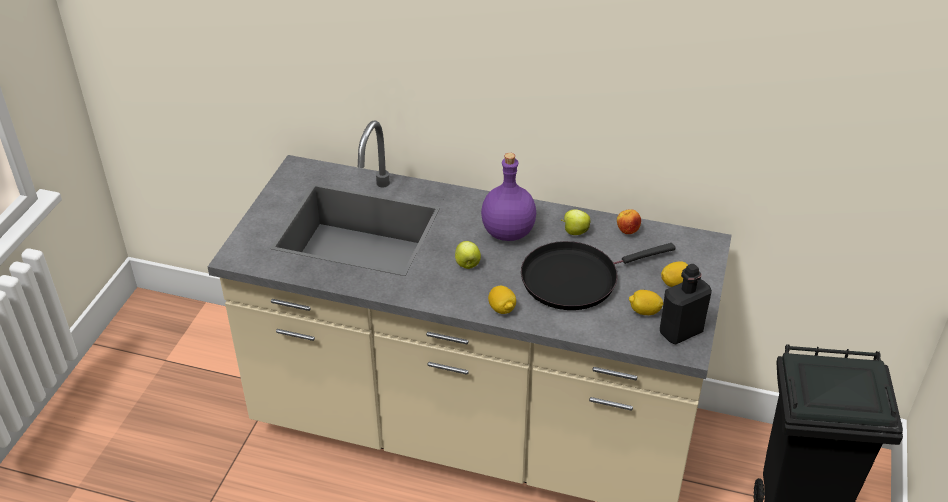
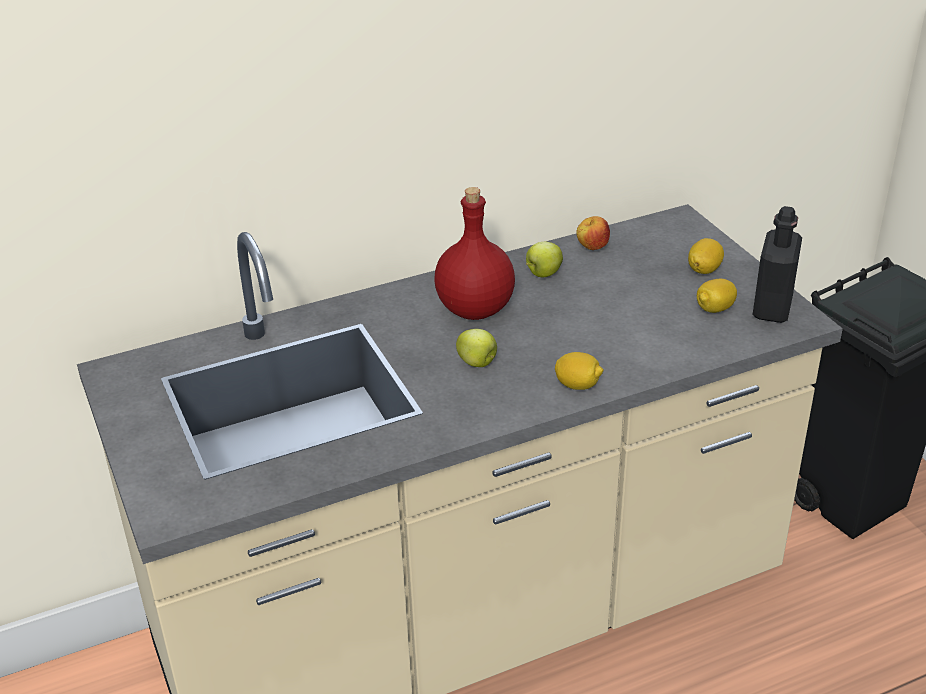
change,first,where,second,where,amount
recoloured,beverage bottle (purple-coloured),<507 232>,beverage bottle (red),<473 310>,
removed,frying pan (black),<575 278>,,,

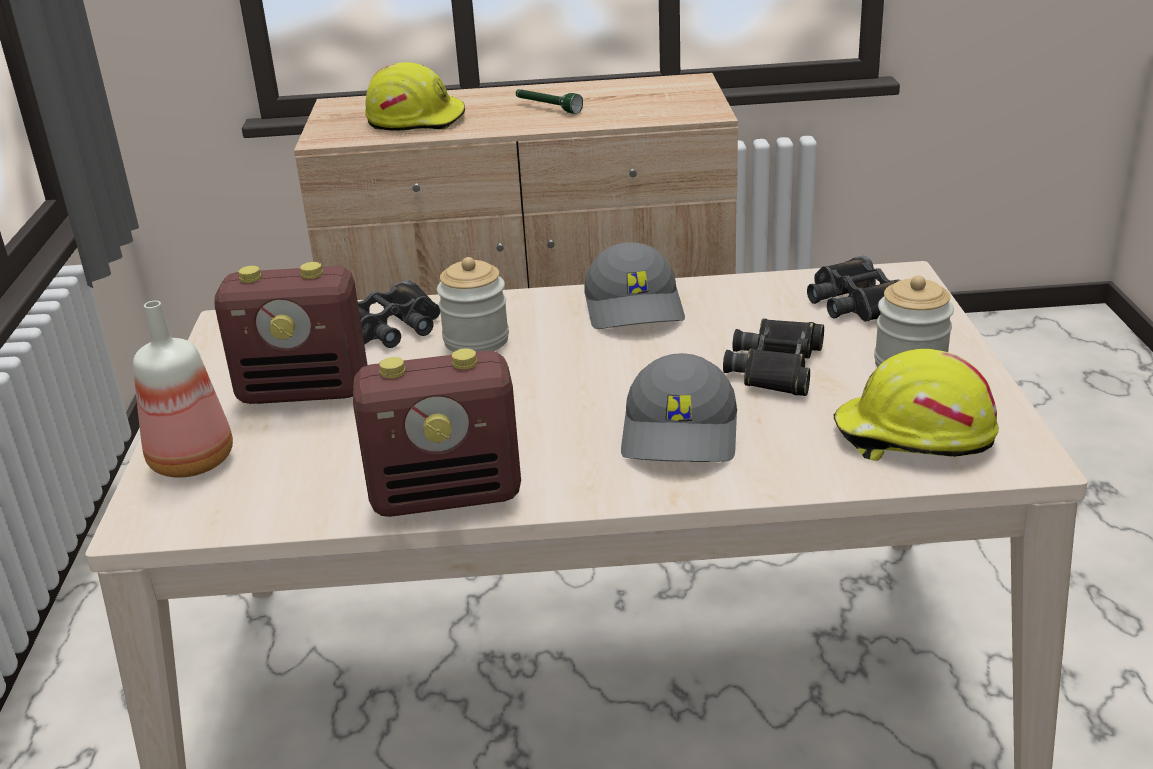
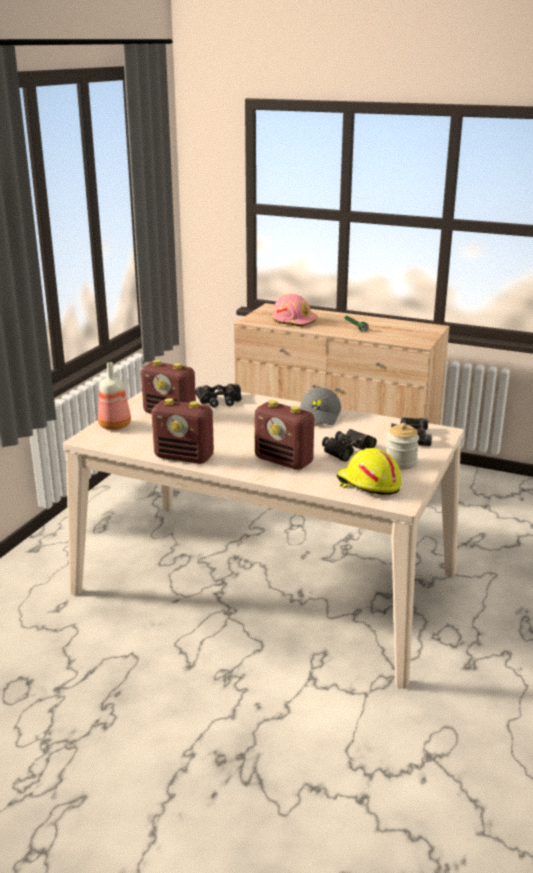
change,first,where,second,where,amount
recoloured,hard hat (yellow),<416 119>,hard hat (pinkish),<295 320>,
removed,storage jar,<476 340>,,,
replaced,baseball cap (grey),<682 434>,radio,<284 461>,

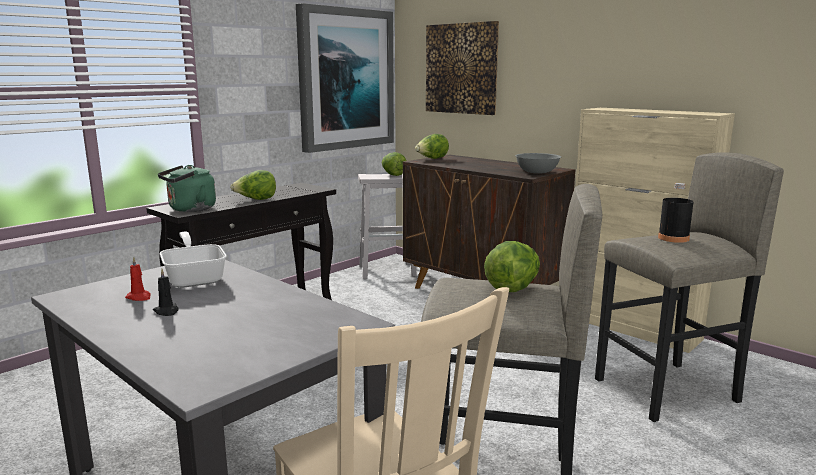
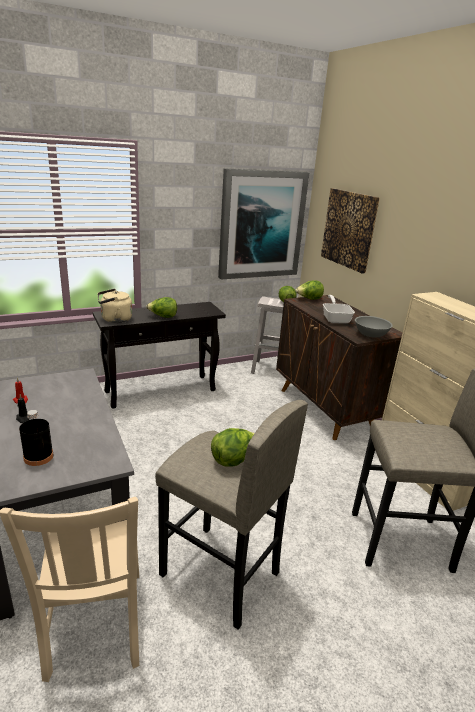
change,first,where,second,where,amount
recoloured,tea kettle (green),<190 209>,tea kettle (beige),<114 319>,
moved,frying pan,<195 277>,,<335 318>,
moved,beverage bottle (black),<673 238>,,<38 457>,

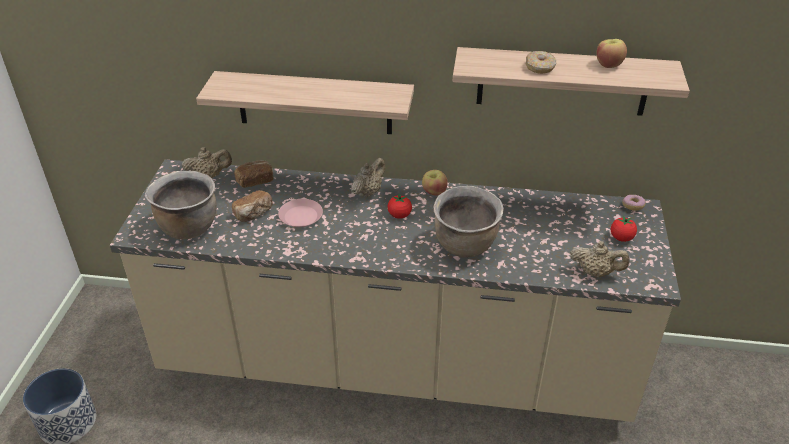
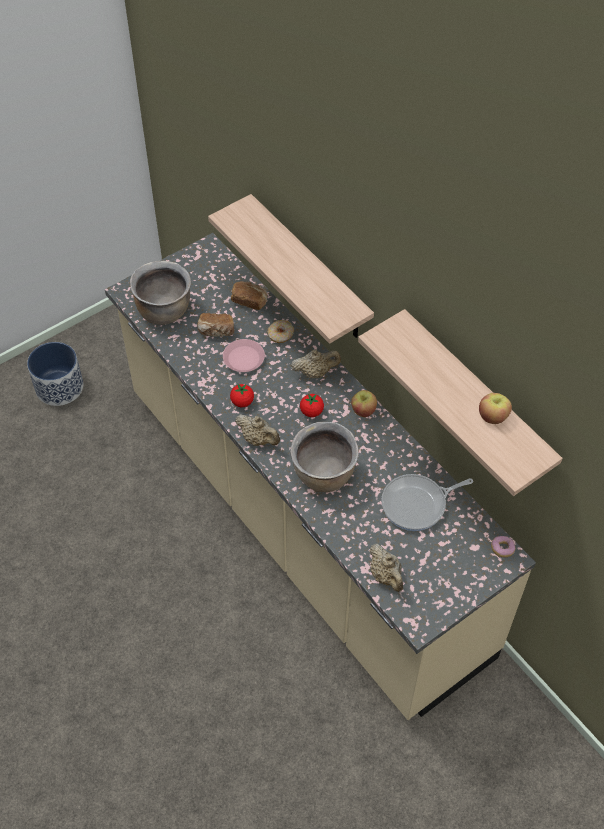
change,first,where,second,where,amount
moved,tea pot (beige),<209 176>,,<258 439>,
moved,ring doughnut,<540 67>,,<280 335>,
moved,tomato,<621 238>,,<242 402>,
added,,,frying pan,<417 504>,

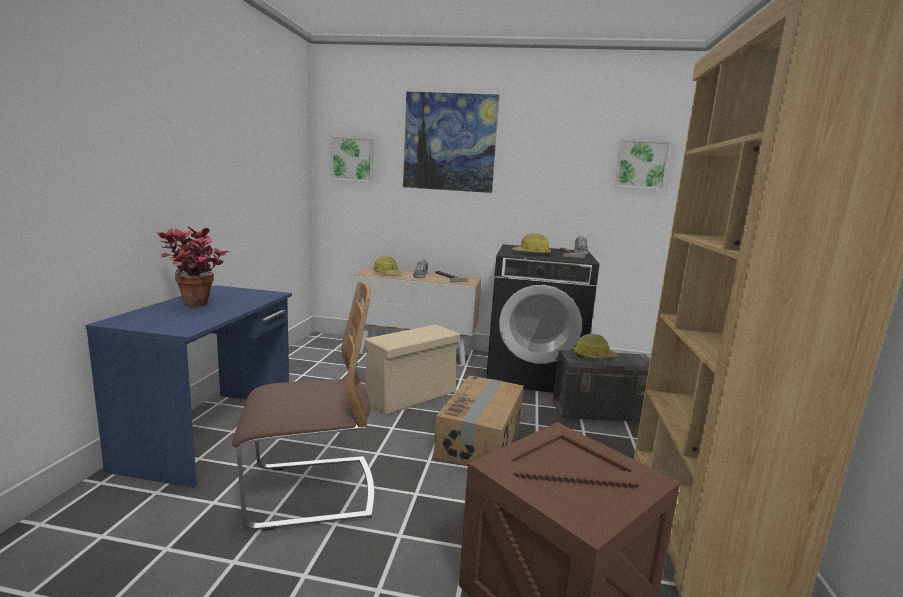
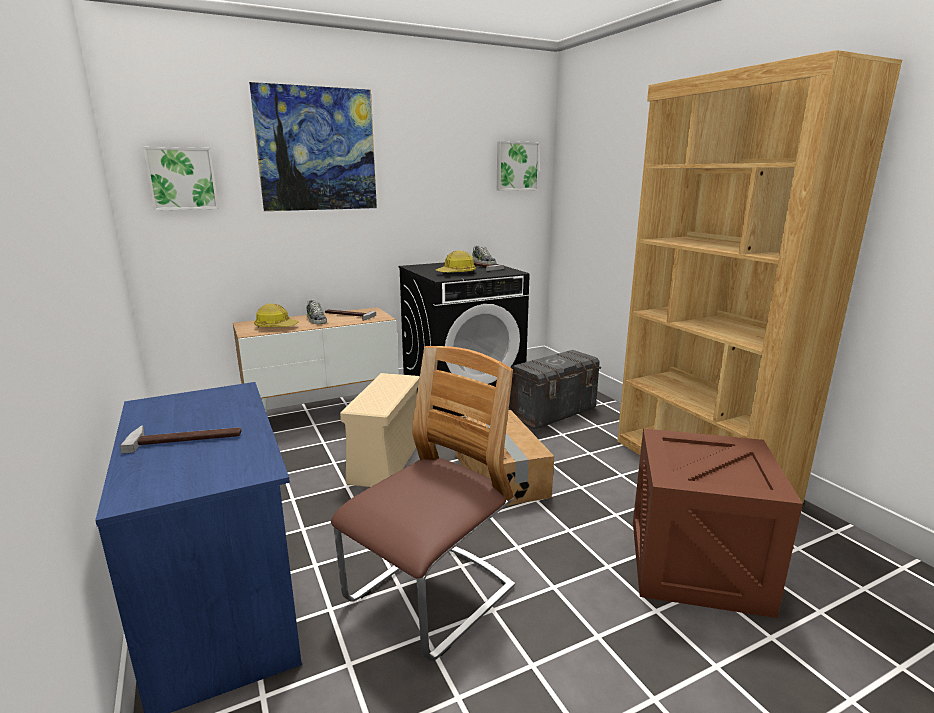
change,first,where,second,where,amount
replaced,houseplant,<196 306>,hand hammer,<187 438>,
removed,hard hat,<593 356>,,,

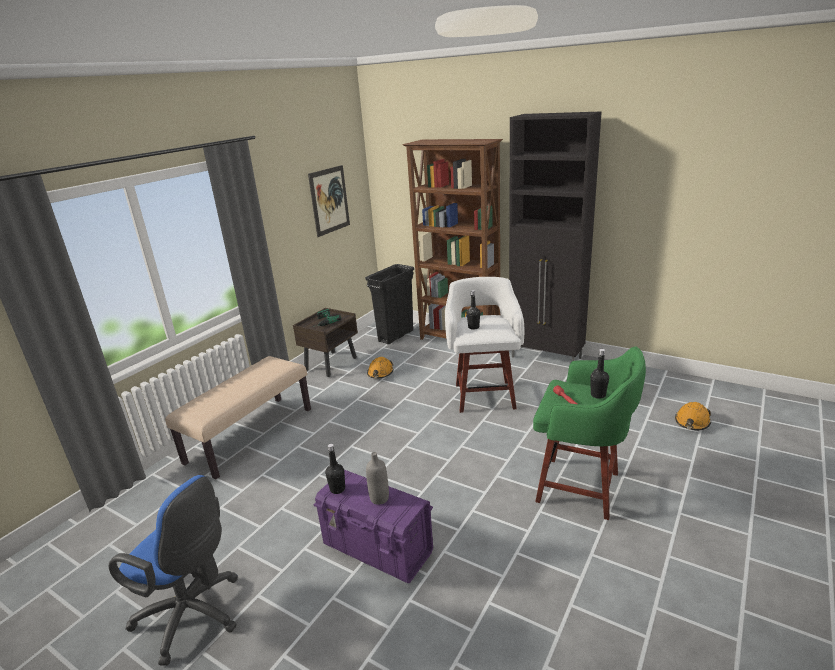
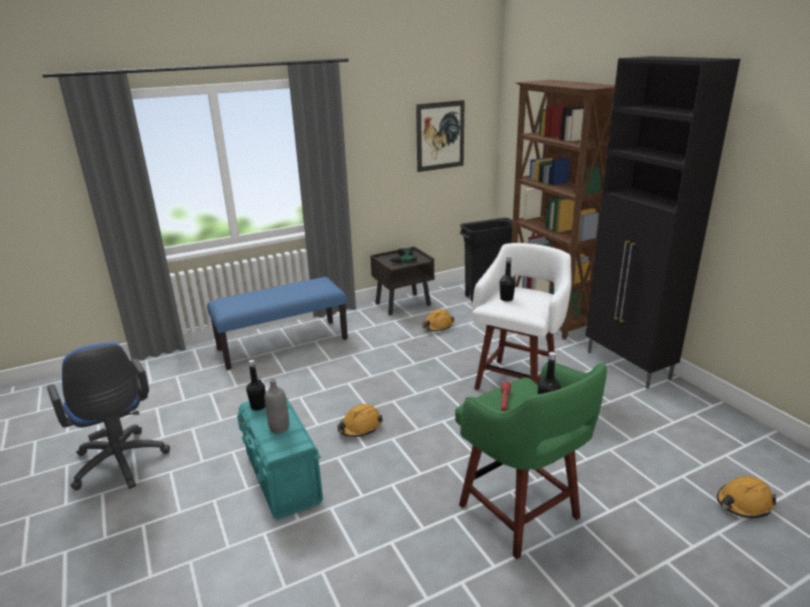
change,first,where,second,where,amount
recoloured,long seat (beige),<250 435>,long seat (bluish),<283 344>,
recoloured,storage box (purple-coloured),<378 548>,storage box (turquoise),<283 479>,
added,,,hard hat (orangey),<360 427>,

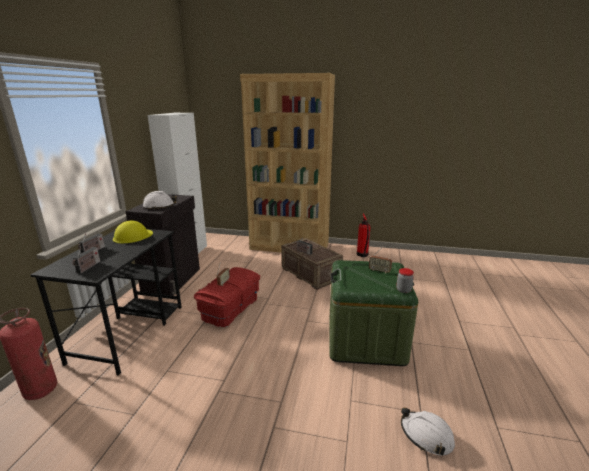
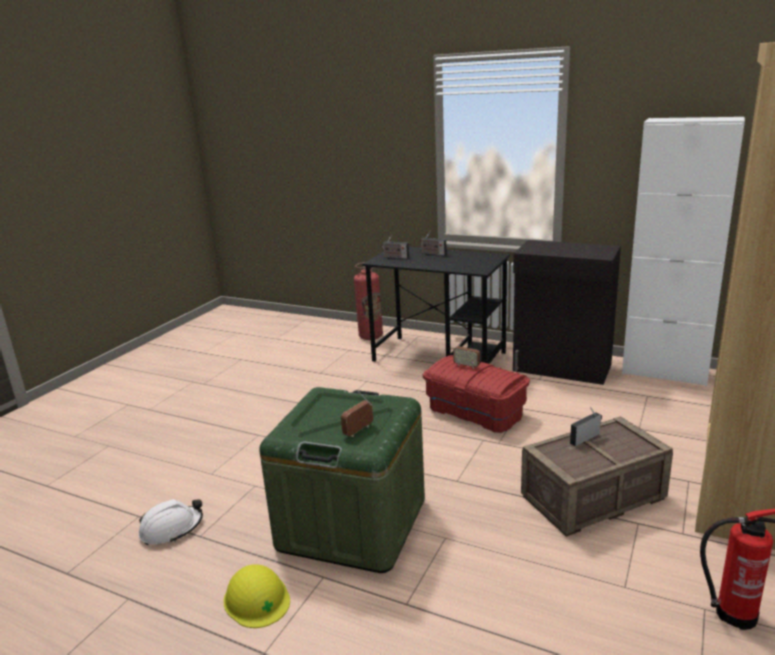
change,first,where,second,where,amount
moved,hard hat (yellow),<133 236>,,<257 599>,
removed,hard hat (white),<160 206>,,,
removed,storage jar,<403 290>,,,

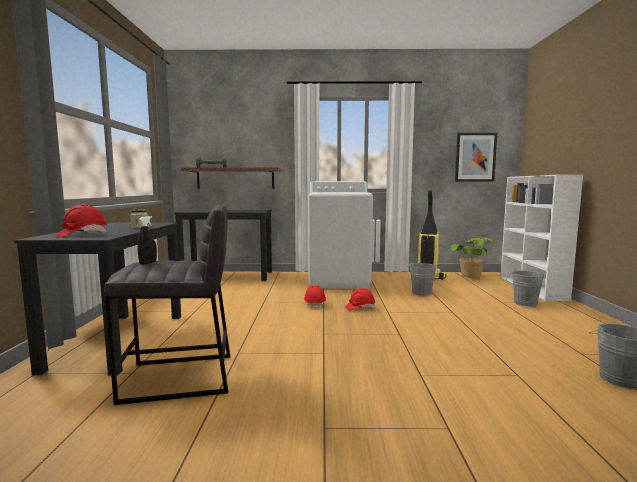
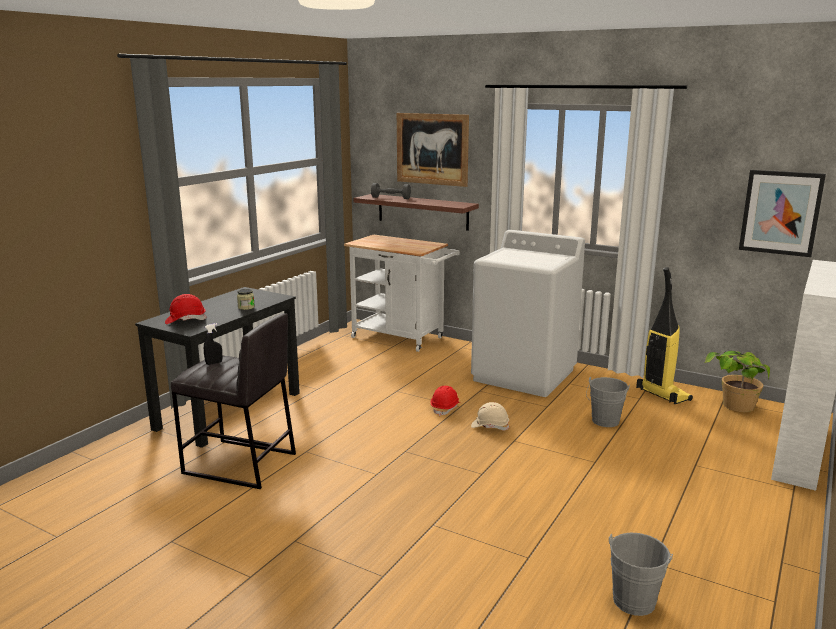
change,first,where,second,where,amount
replaced,desk table (black),<228 276>,wheeled cart (white),<402 338>,
recoloured,hard hat (red),<360 308>,hard hat (beige),<490 426>,
removed,bucket (grey),<523 303>,,,
added,,,wall art,<432 149>,

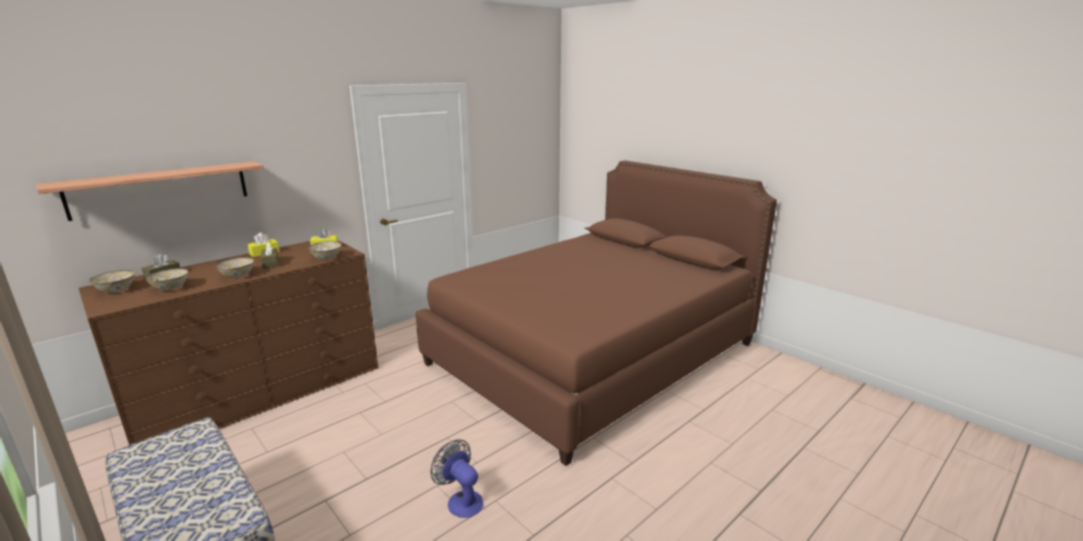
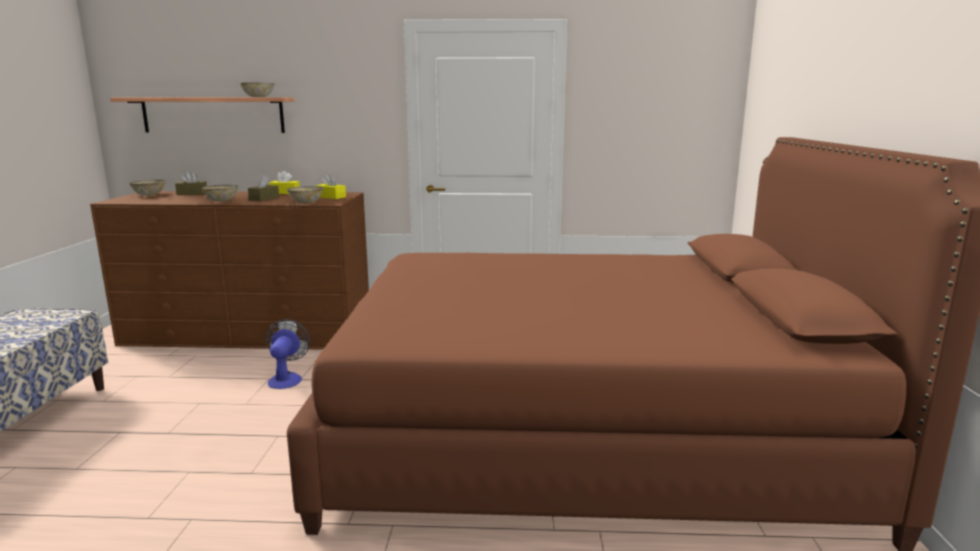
change,first,where,second,where,amount
moved,deep dish,<170 288>,,<258 97>,
moved,electric fan,<461 500>,,<286 378>,

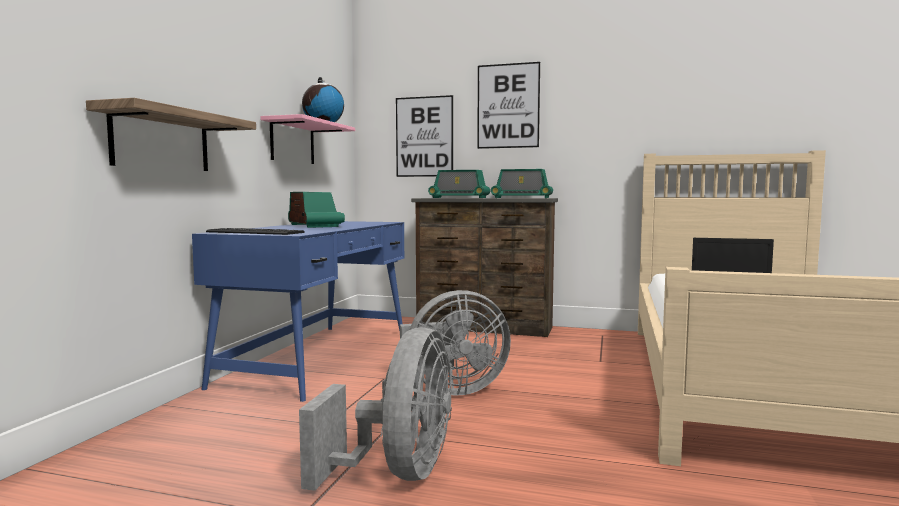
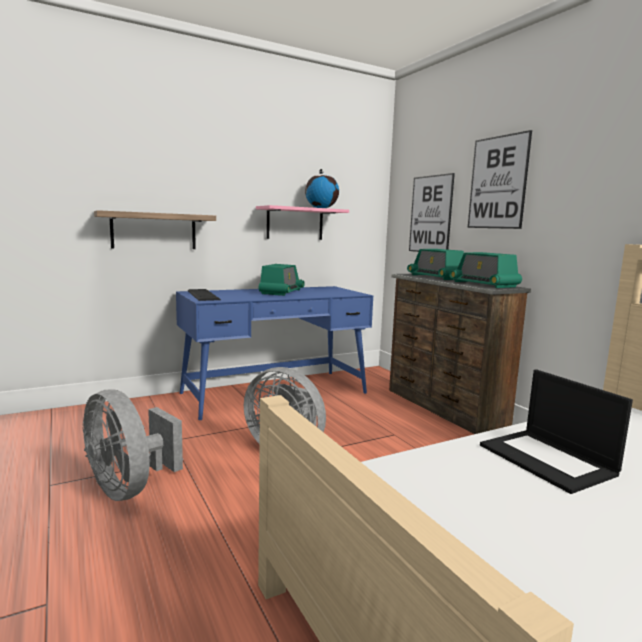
change,first,where,second,where,amount
turned,electric fan (grey),<399 472>,,<129 487>,75 degrees clockwise

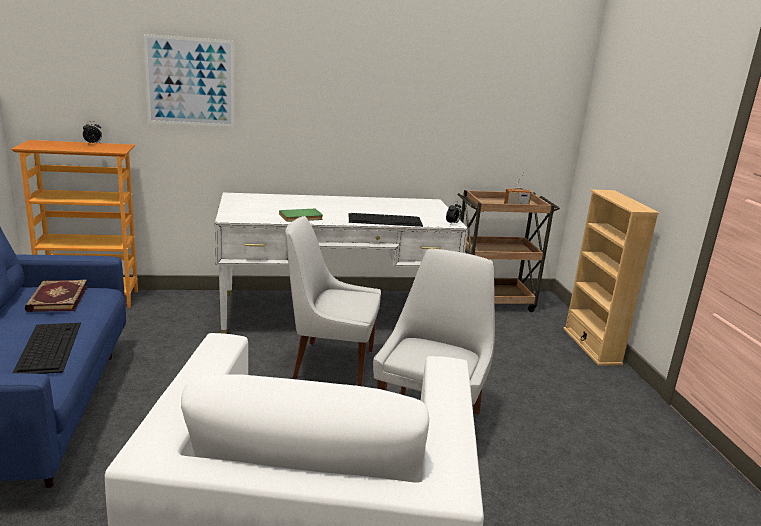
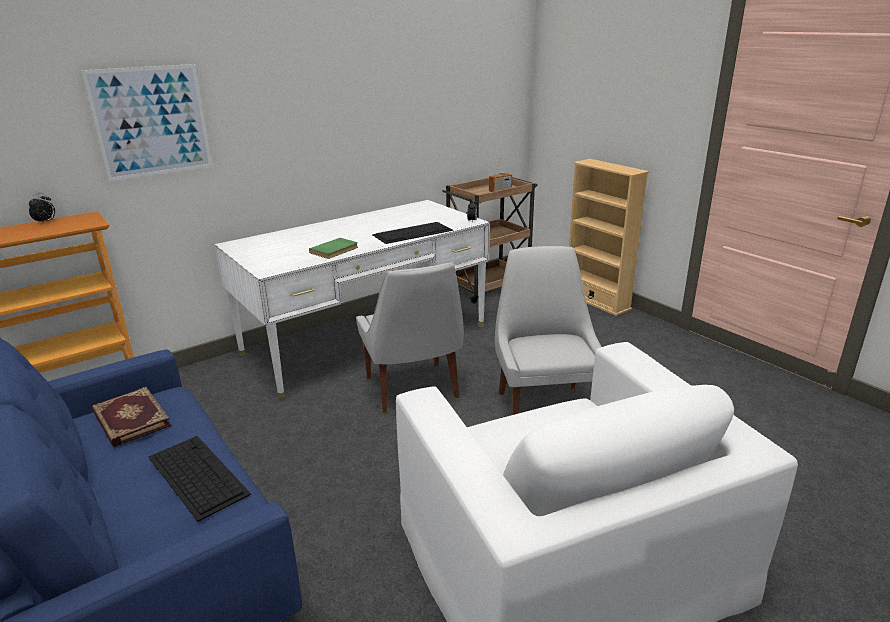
change,first,where,second,where,amount
turned,chair (white),<330 363>,,<413 389>,90 degrees counterclockwise

